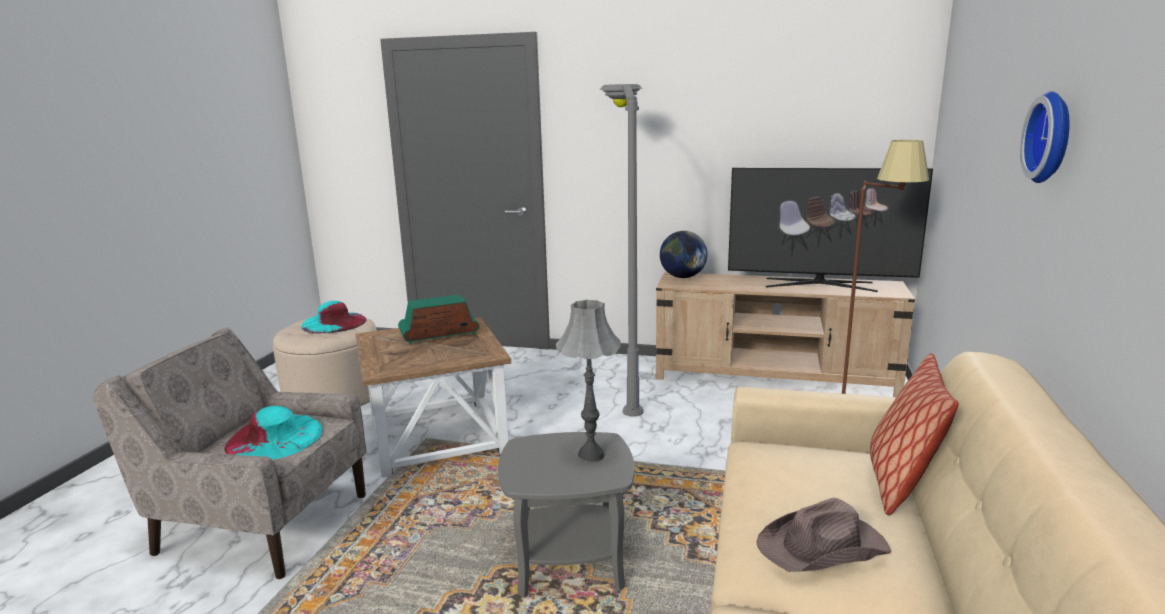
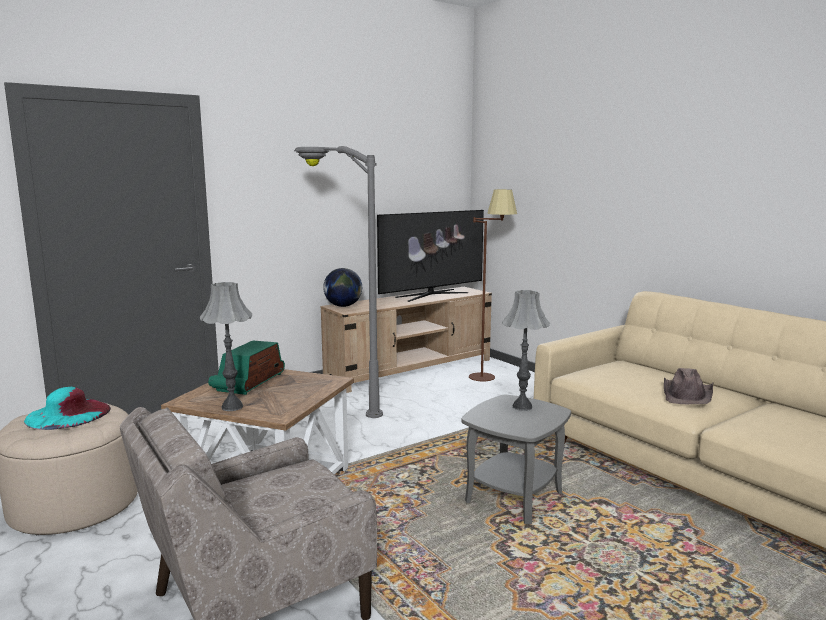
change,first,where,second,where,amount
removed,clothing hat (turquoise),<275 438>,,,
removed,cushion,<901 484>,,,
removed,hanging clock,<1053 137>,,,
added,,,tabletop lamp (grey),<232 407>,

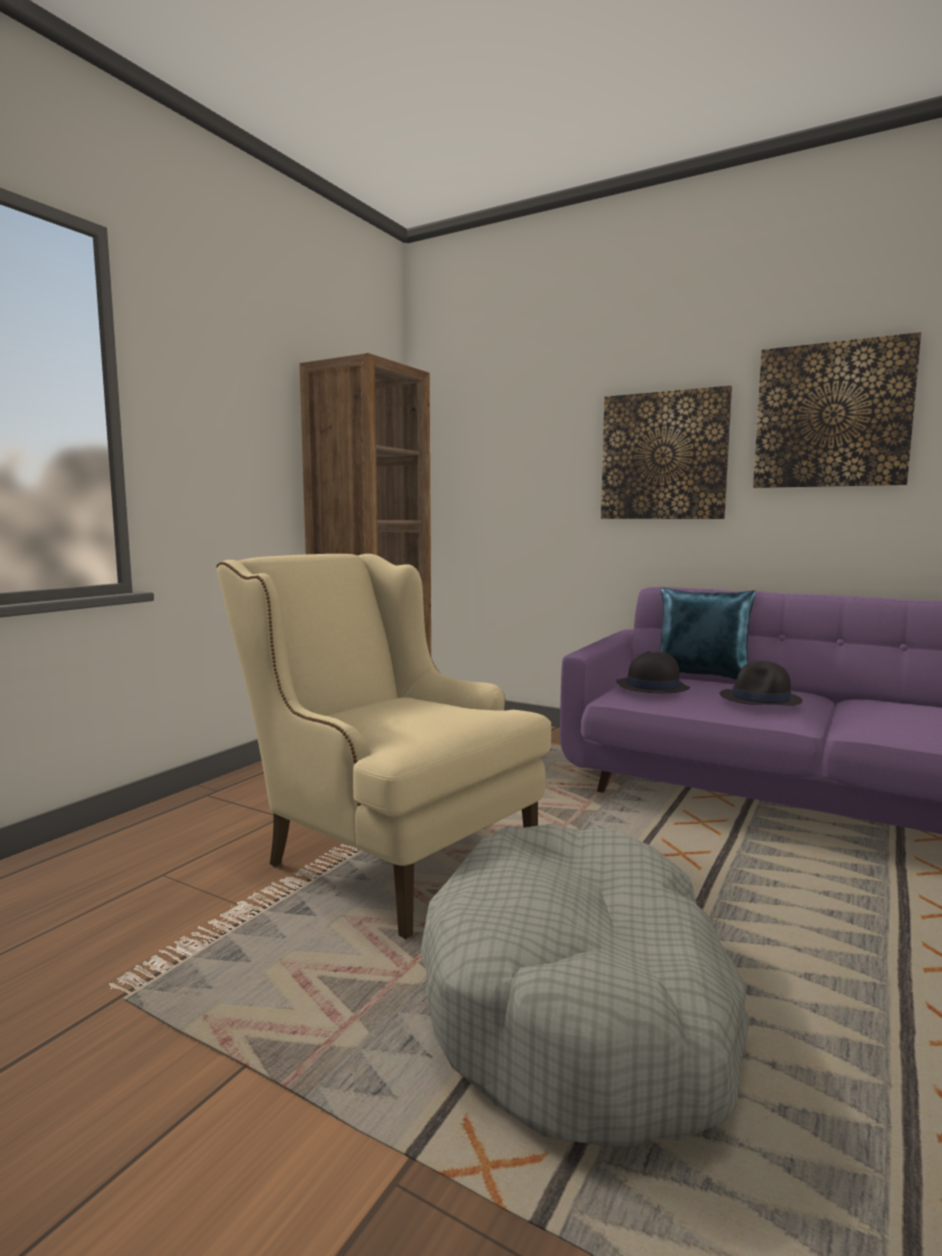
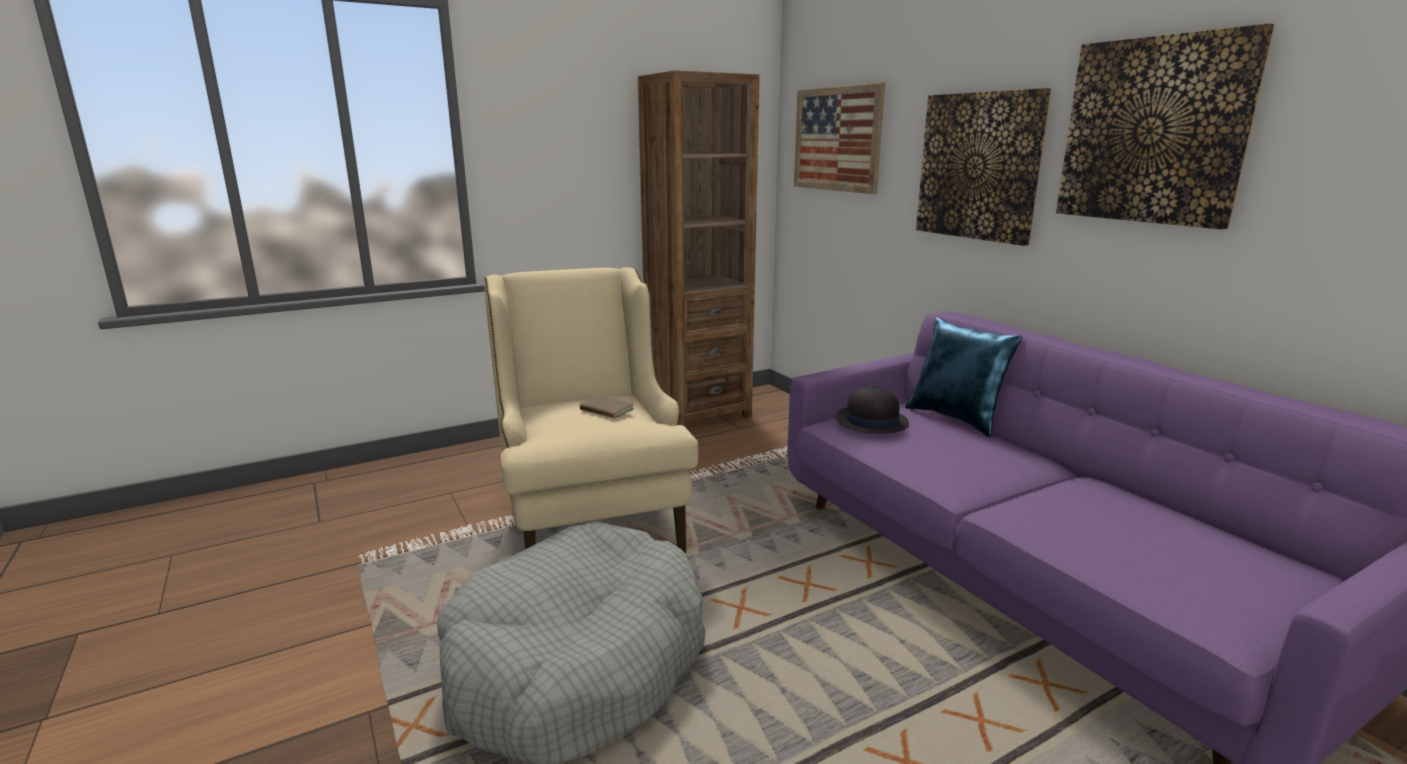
change,first,where,second,where,amount
removed,clothing hat (black),<760 699>,,,
added,,,volume (brown-coloured),<605 410>,
added,,,wall art,<837 139>,

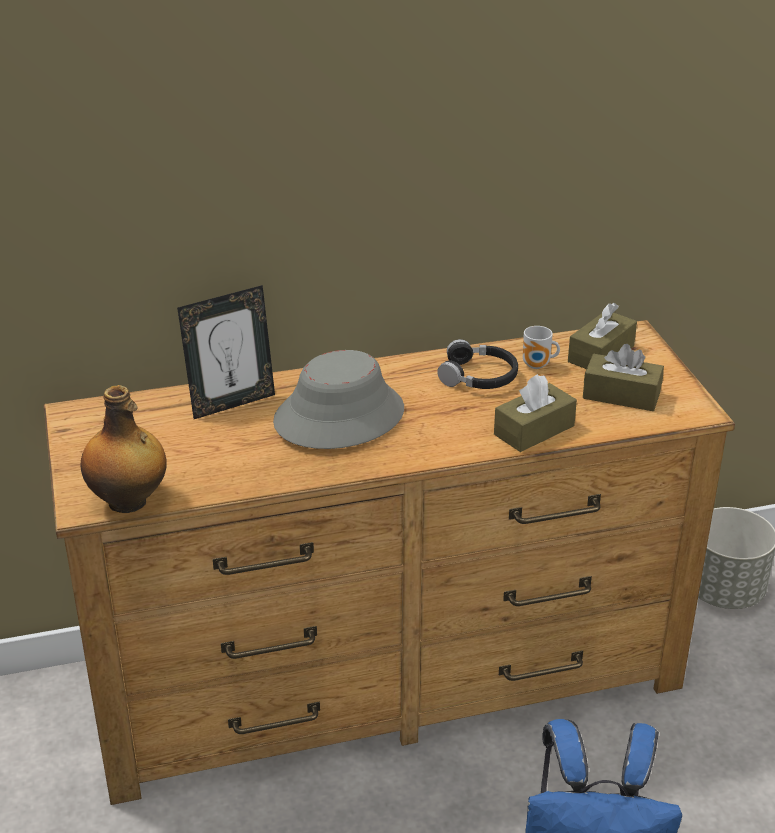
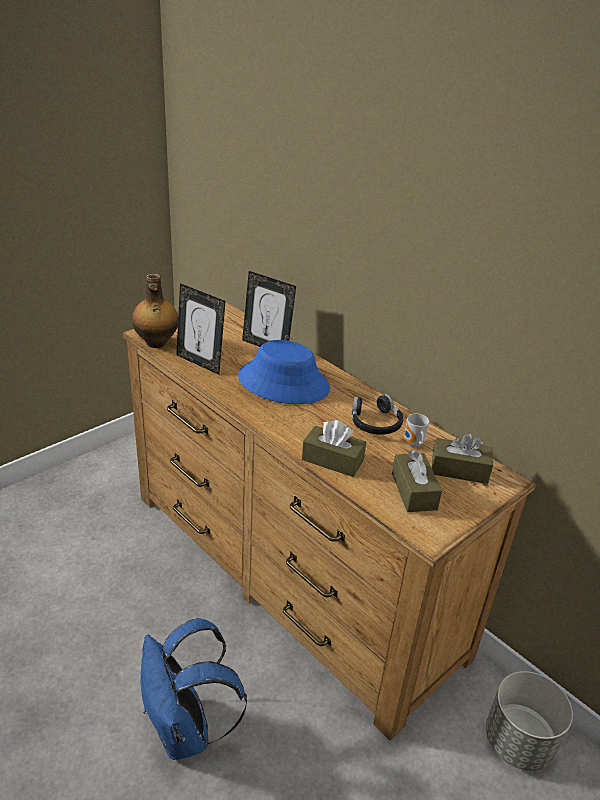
change,first,where,second,where,amount
recoloured,clothing hat (grey),<339 416>,clothing hat (bluish),<284 383>,
added,,,standing frame,<200 363>,

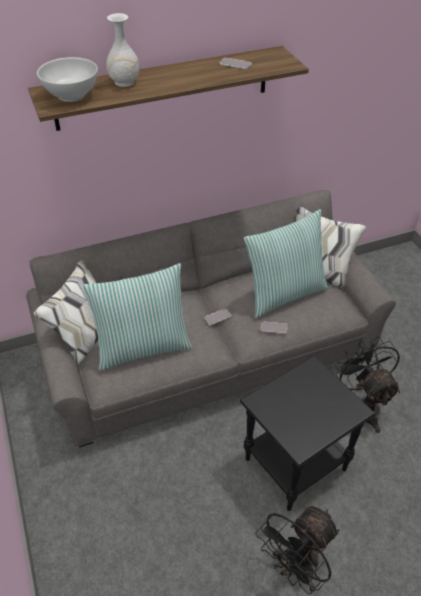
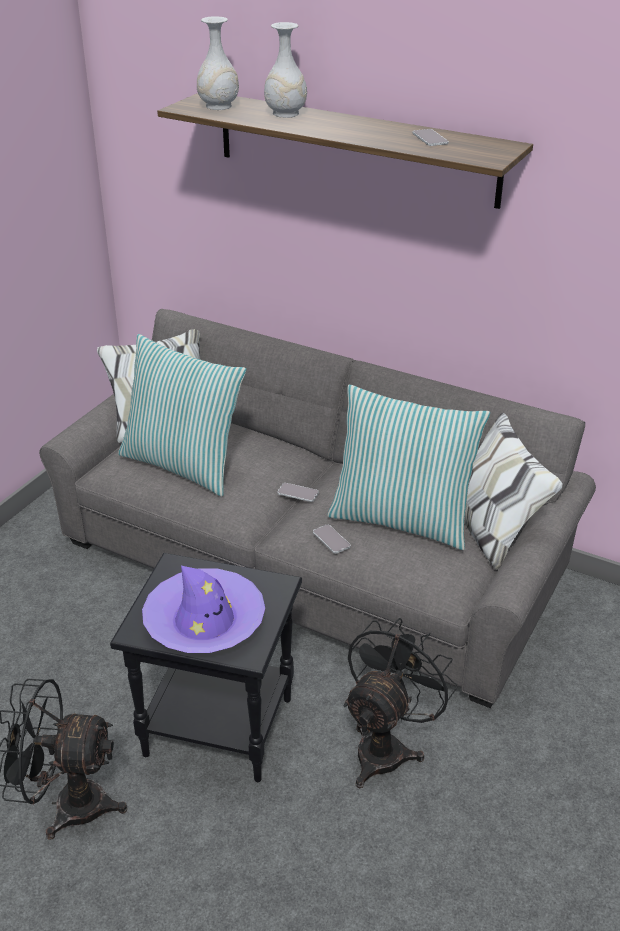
change,first,where,second,where,amount
replaced,deep dish (white),<72 95>,decorative vase (white),<219 106>,
added,,,clothing hat (purple-coloured),<204 621>,

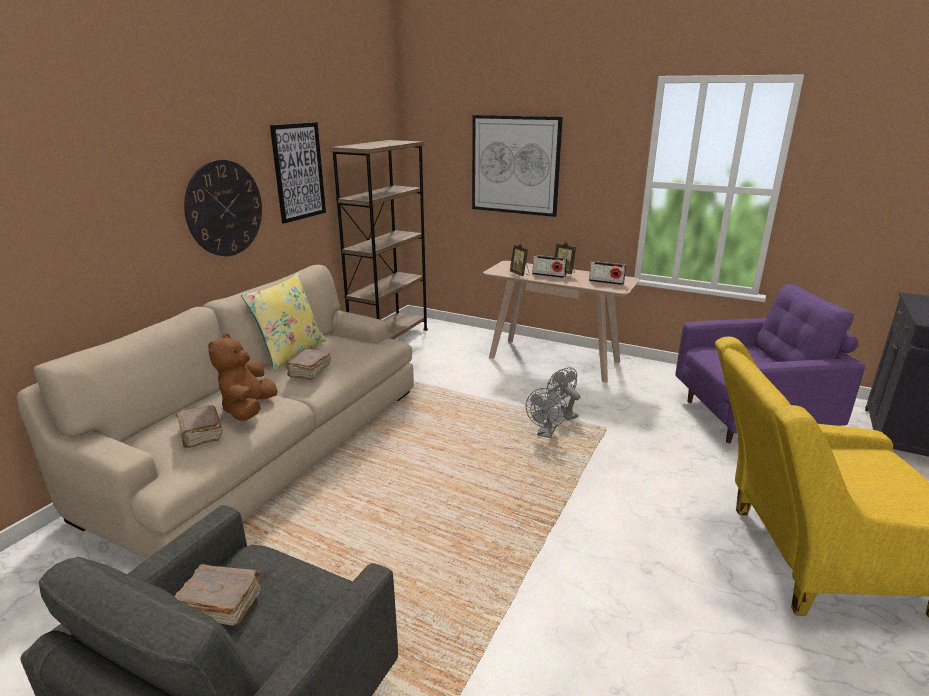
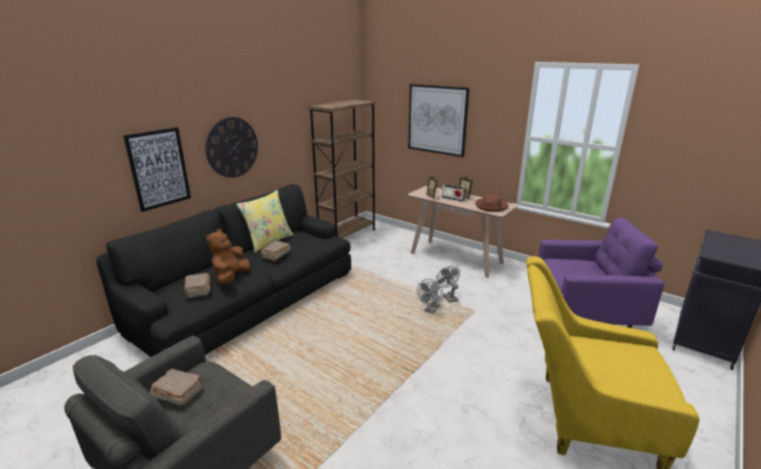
change,first,where,second,where,amount
recoloured,couch (beige),<269 446>,couch (black),<249 301>,
moved,wall art,<298 172>,,<159 168>,
replaced,radio,<606 282>,clothing hat (brown-coloured),<491 206>,

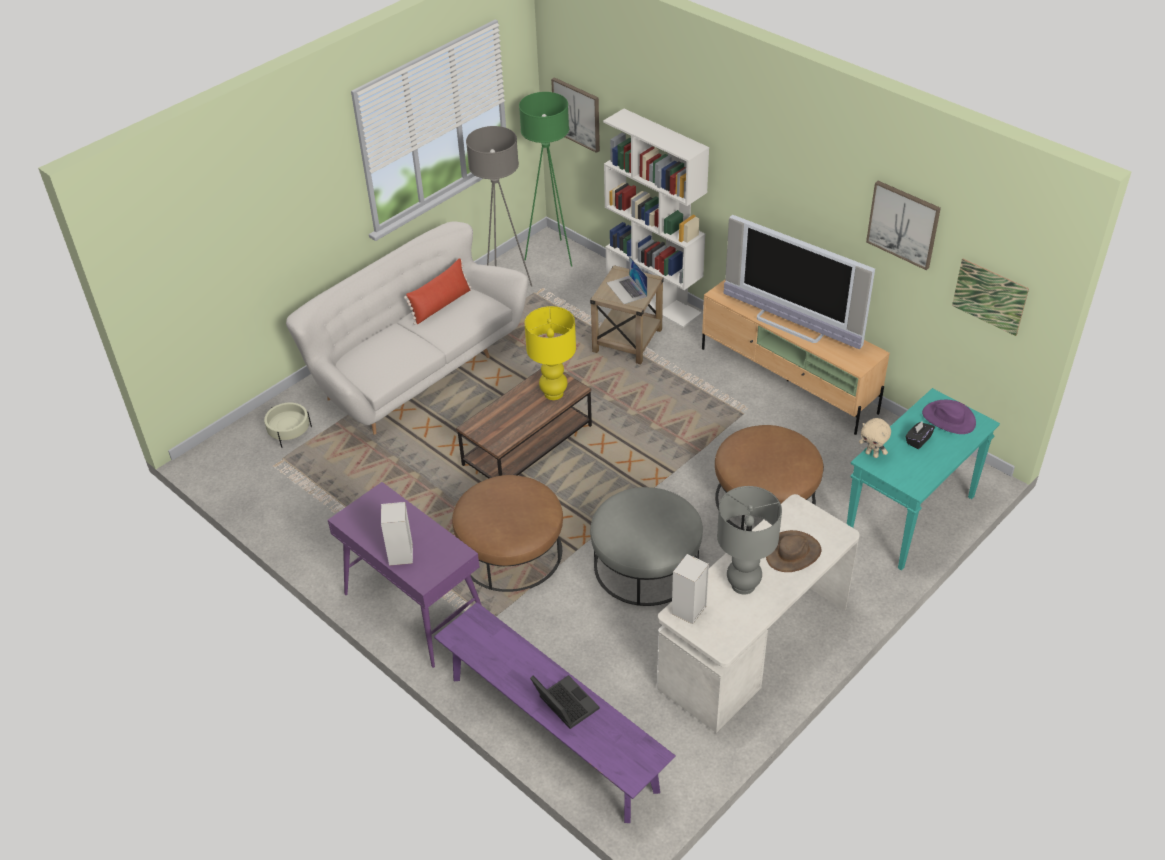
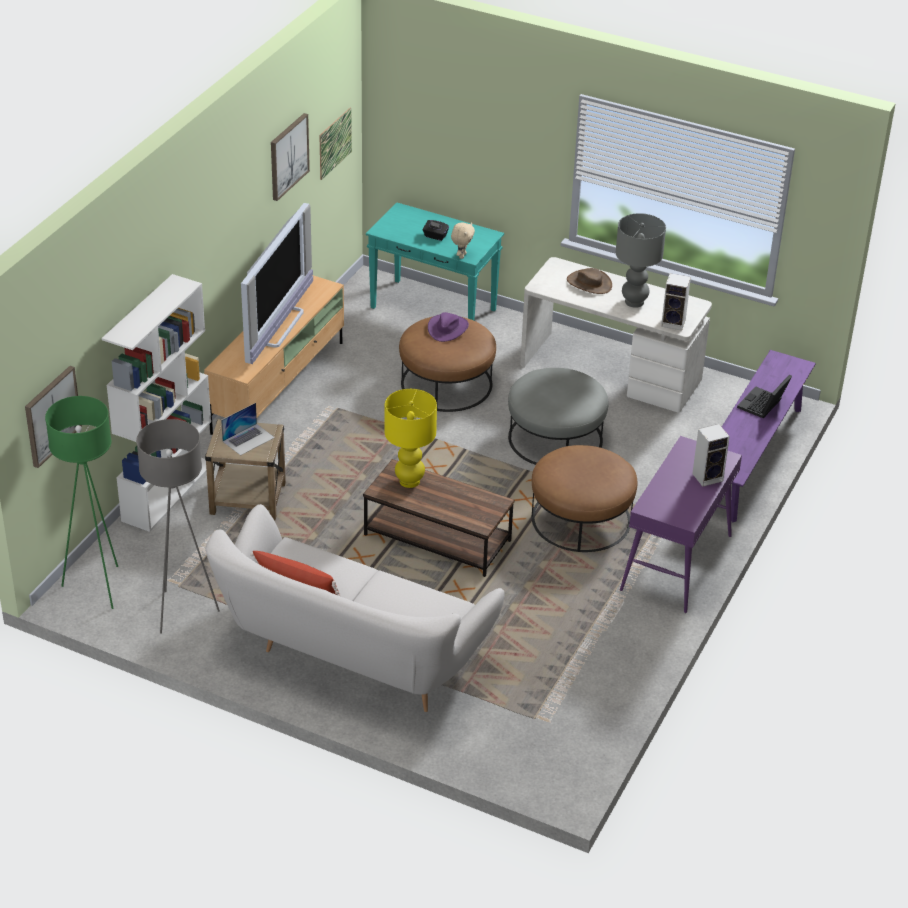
change,first,where,second,where,amount
removed,plant pot (beige),<289 432>,,,
moved,clothing hat (purple-coloured),<948 418>,,<447 328>,

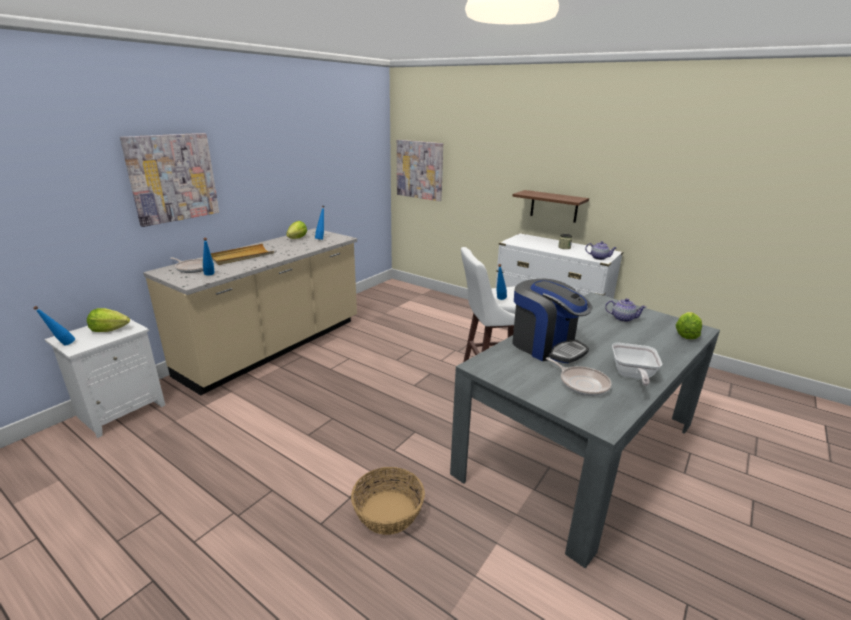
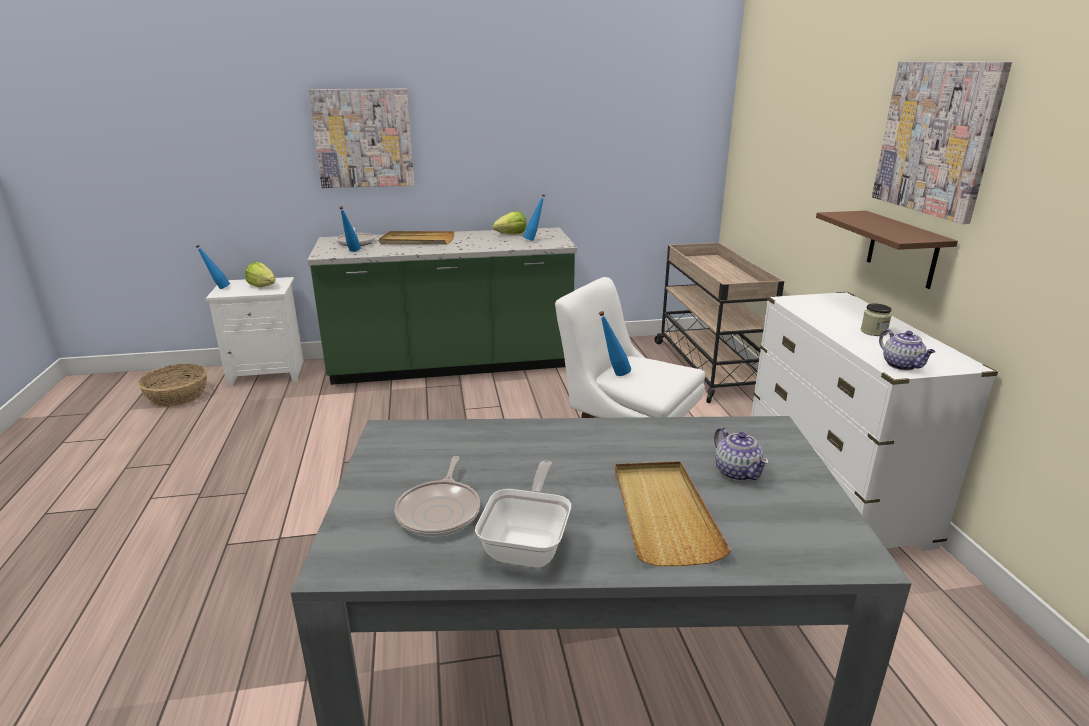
change,first,where,second,where,amount
recoloured,counter (beige),<275 347>,counter (green),<452 366>,
moved,household basket,<387 512>,,<178 396>,
moved,wall art,<419 170>,,<936 138>,
removed,coffee machine,<546 346>,,,
turned,frying pan,<632 376>,,<528 544>,135 degrees clockwise
removed,lettuce head,<686 334>,,,
added,,,tray (beige),<663 514>,
added,,,wheeled cart (beige),<708 367>,

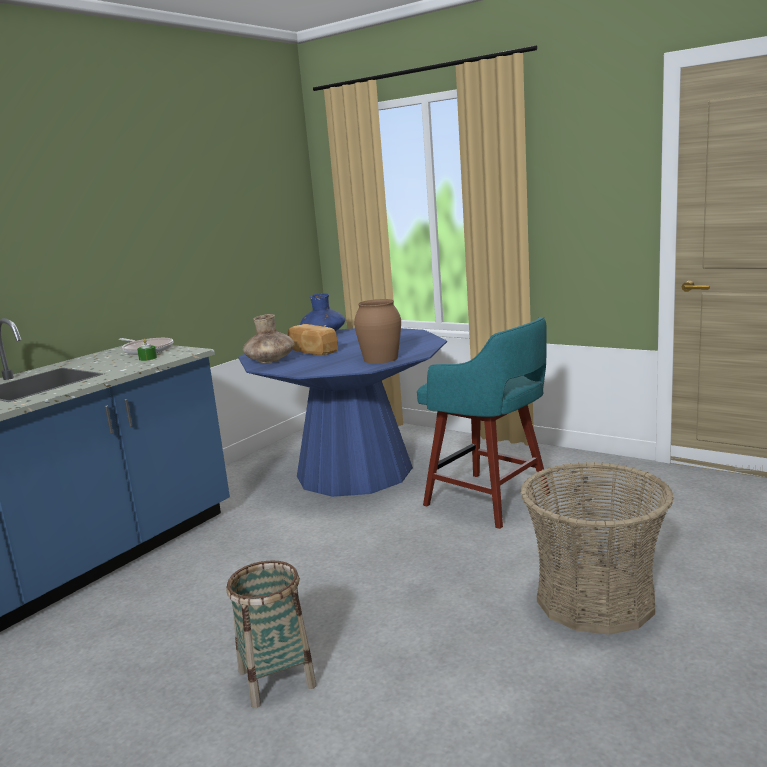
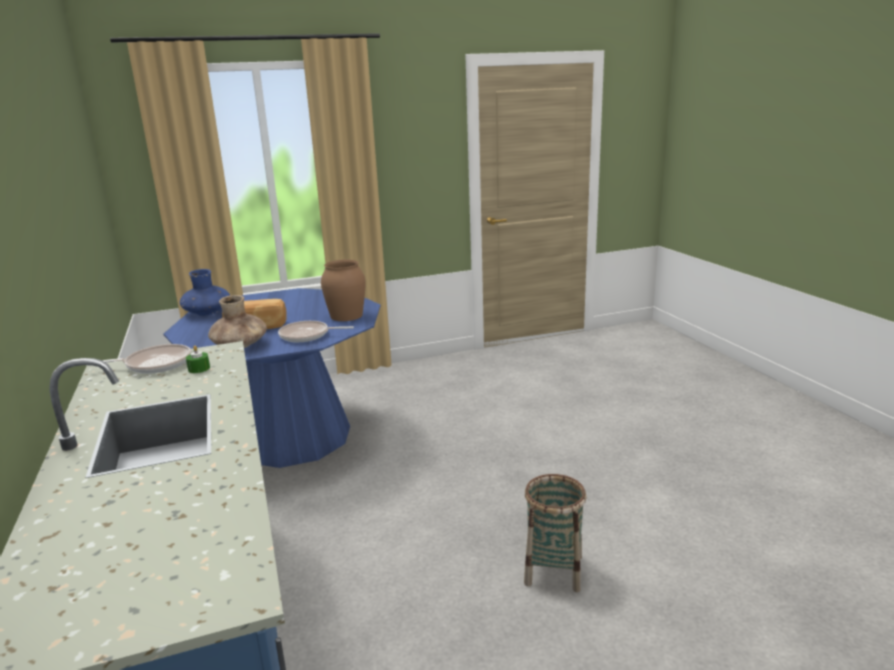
change,first,where,second,where,amount
removed,sitting stool (turquoise),<490 500>,,,
removed,household basket,<595 599>,,,
added,,,frying pan,<307 335>,

